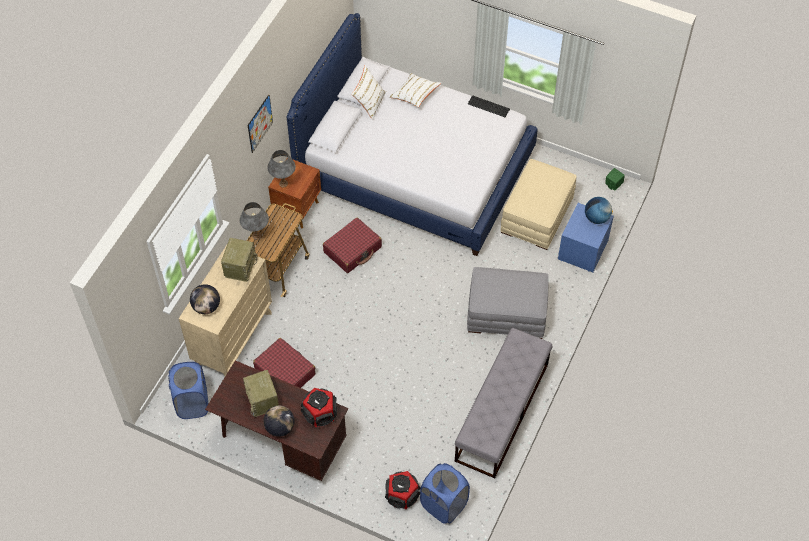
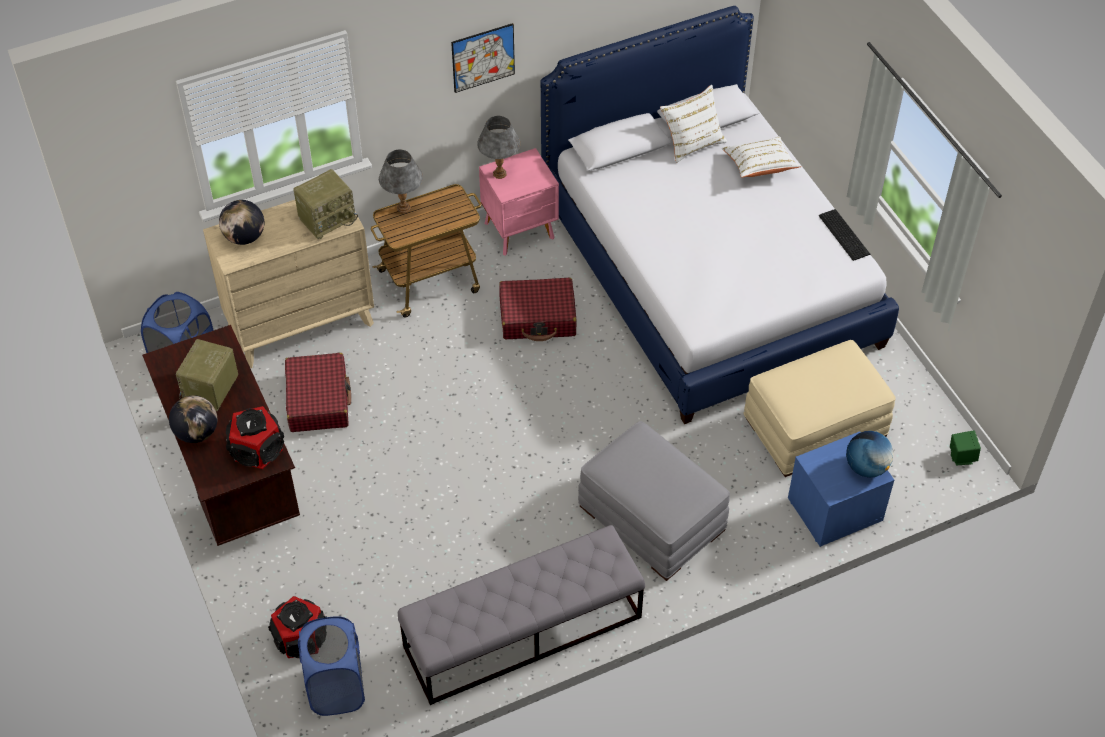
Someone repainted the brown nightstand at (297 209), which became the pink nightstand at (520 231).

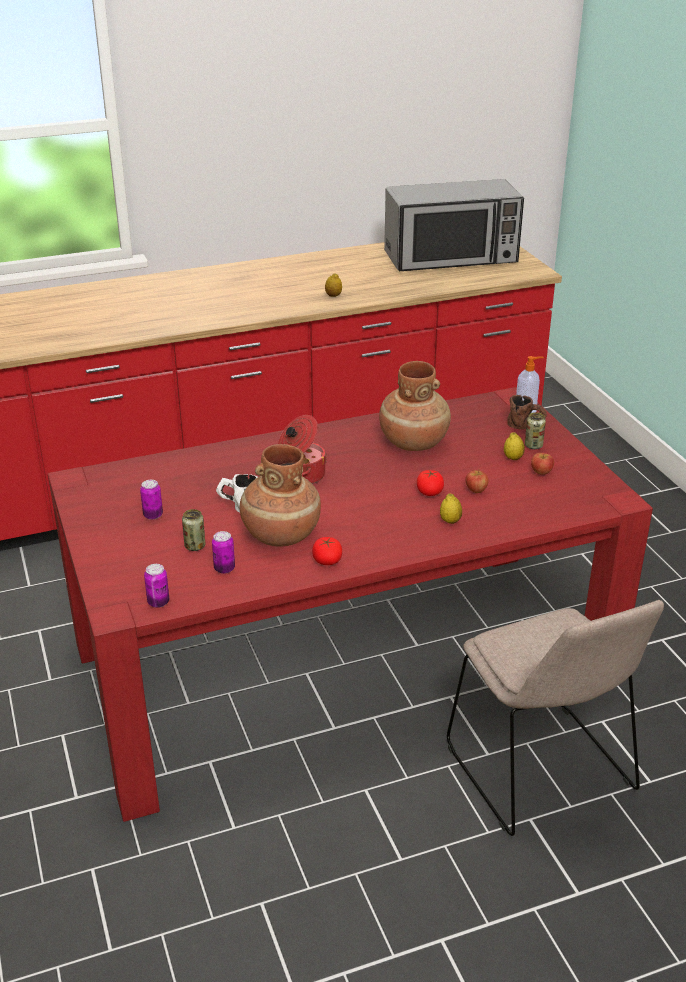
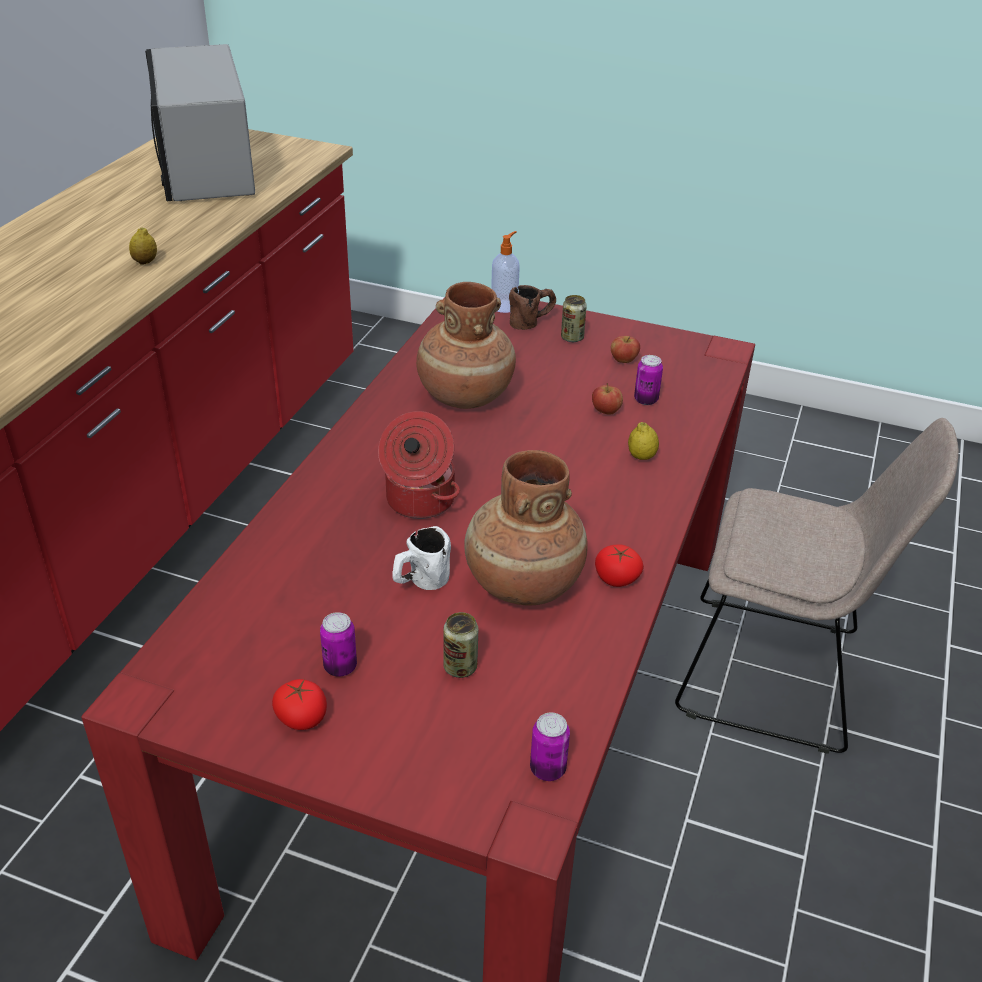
Someone rotated the microwave at (451 258) by 135 degrees clockwise.
Someone carried the fresh tomato from (429 491) to (301 717).
Someone carried the can from (224 568) to (646 400).
Someone took away the whole lemon at (513 458).

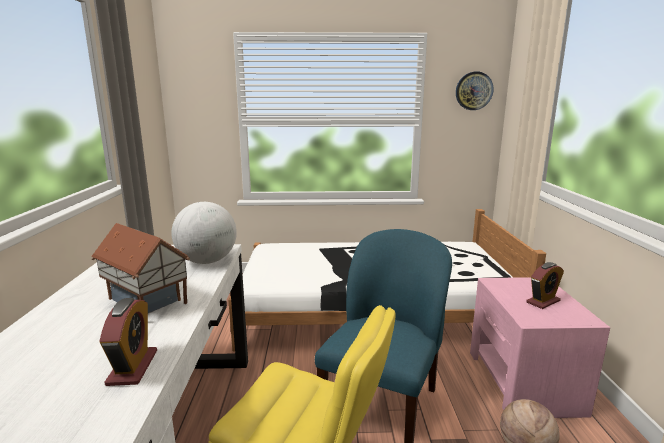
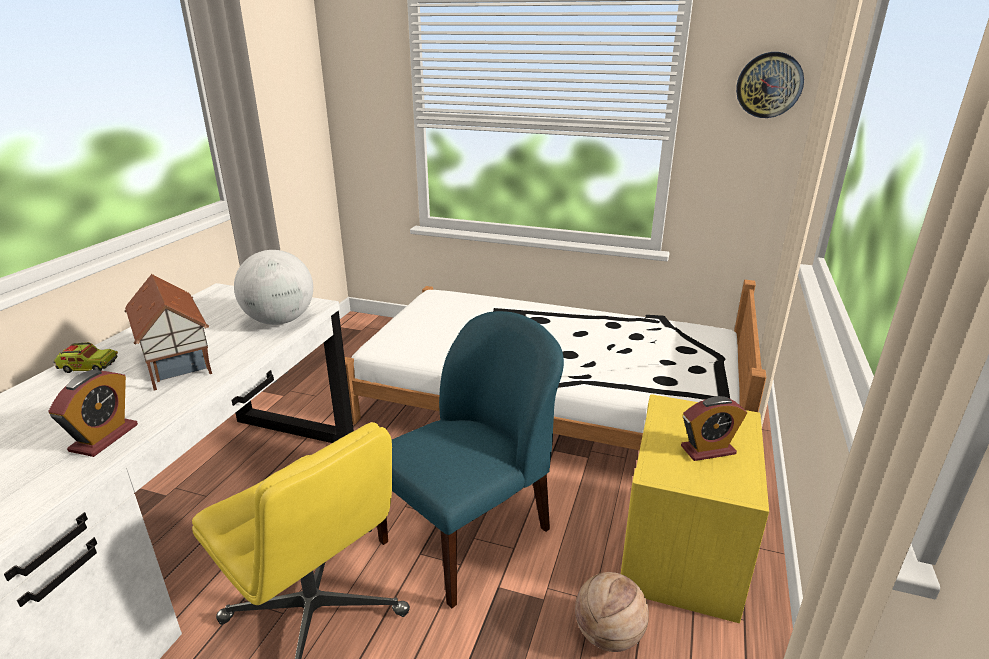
Someone put down the toy lorry at (88 367).
Someone repainted the pink nightstand at (524 381), which became the yellow nightstand at (682 550).

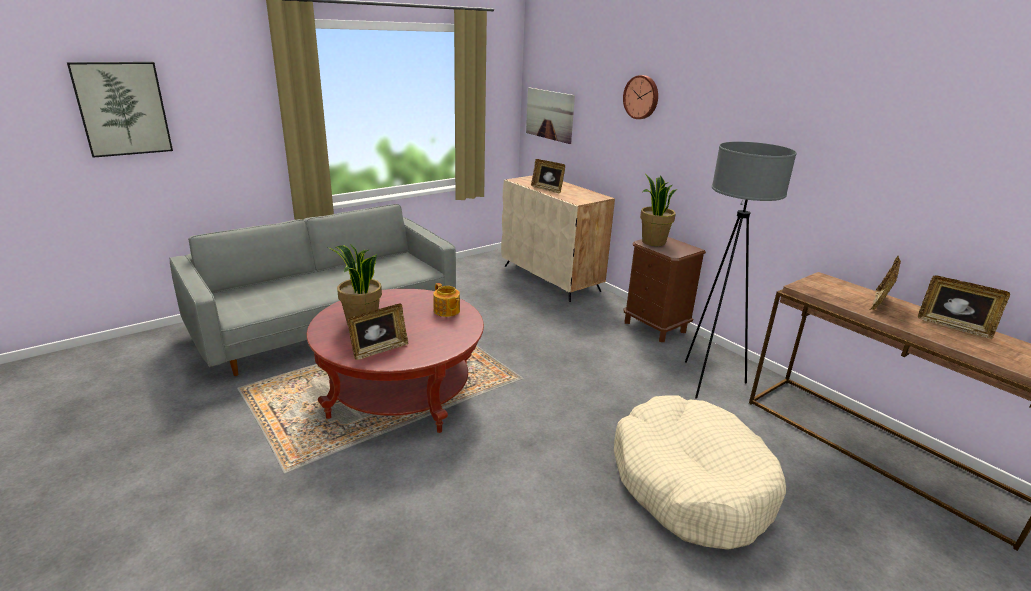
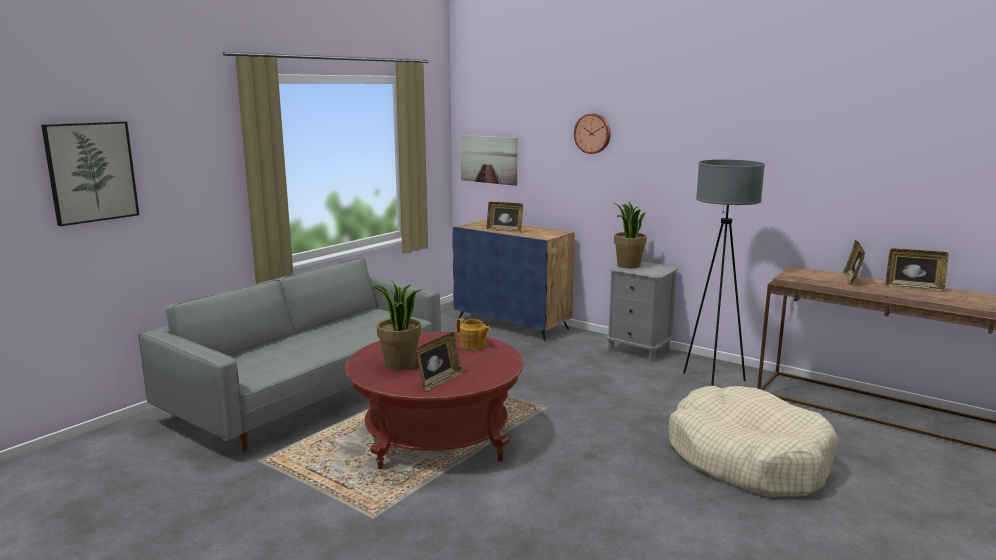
Someone repainted the beige-coloured storage cabinet at (551 278), which became the blue-coloured storage cabinet at (513 324).
Someone repainted the brown nightstand at (655 327), which became the gray nightstand at (638 350).

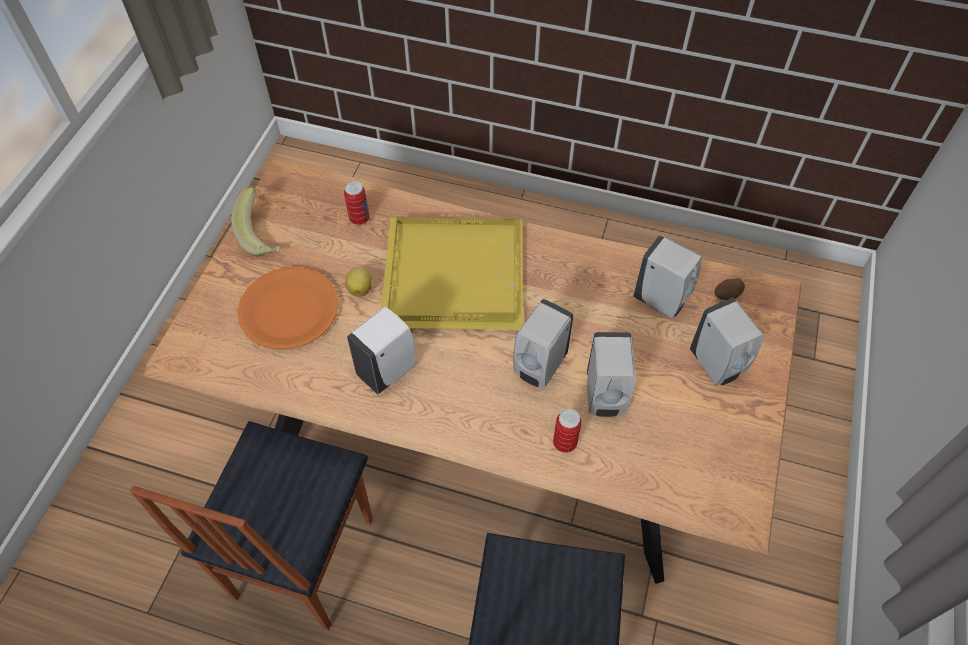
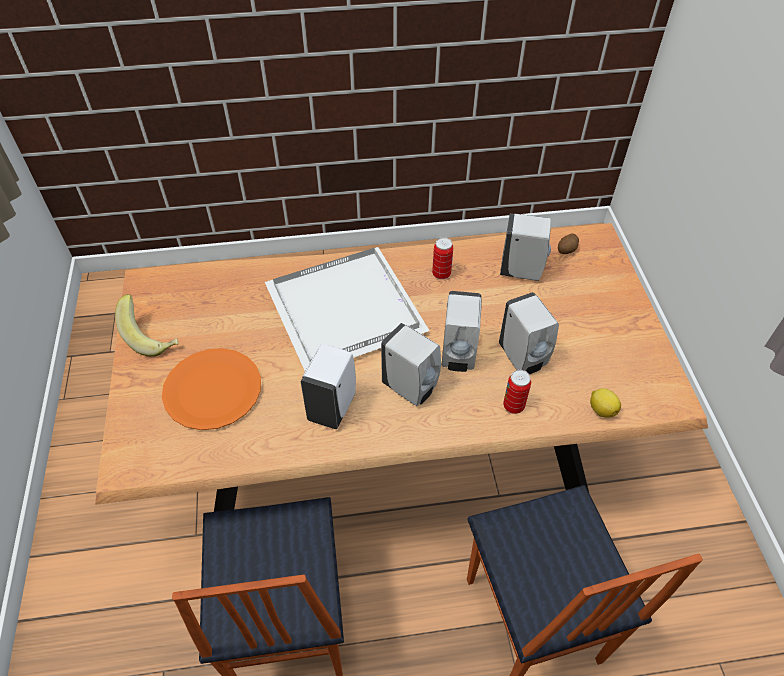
Someone repainted the yellow serving tray at (456 277), which became the white-coloured serving tray at (348 310).
Someone carried the white-coloured soap bottle from (717 366) to (411 389).
Someone carried the can from (359 219) to (441 274).
Someone carried the whole lemon from (360 289) to (601 409).

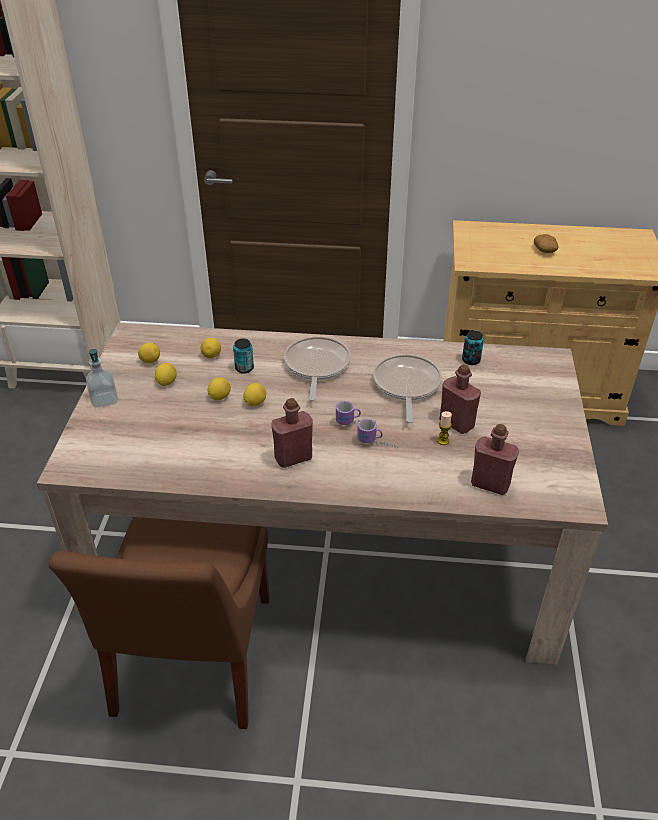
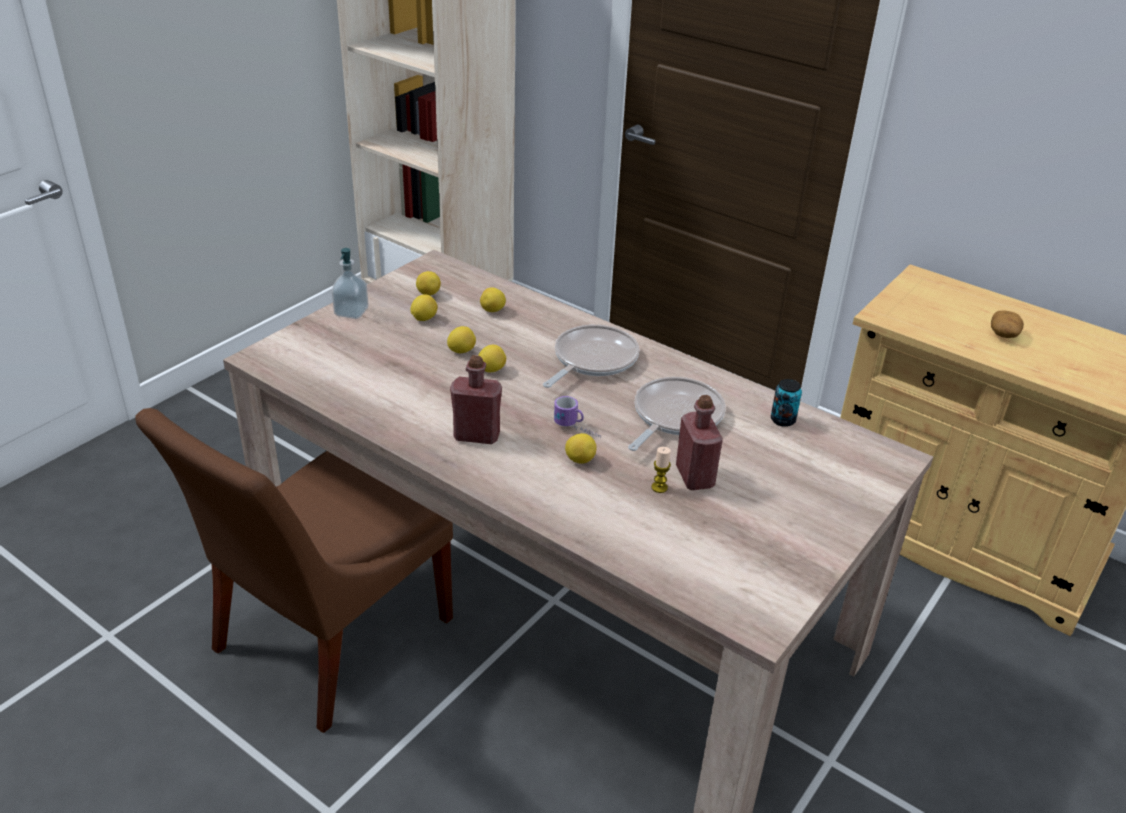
Someone swapped the tea mug at (377 444) for the whole lemon at (580 460).
Someone took away the can at (244 368).
Someone took away the reddish drink bottle at (490 484).

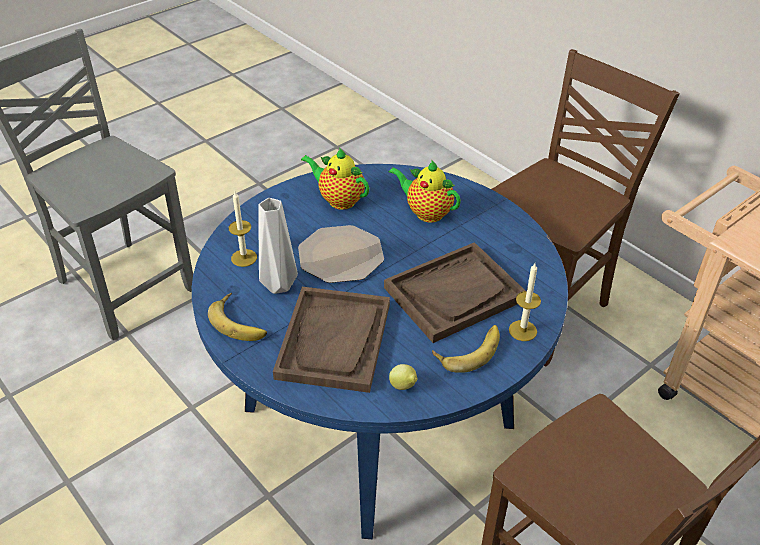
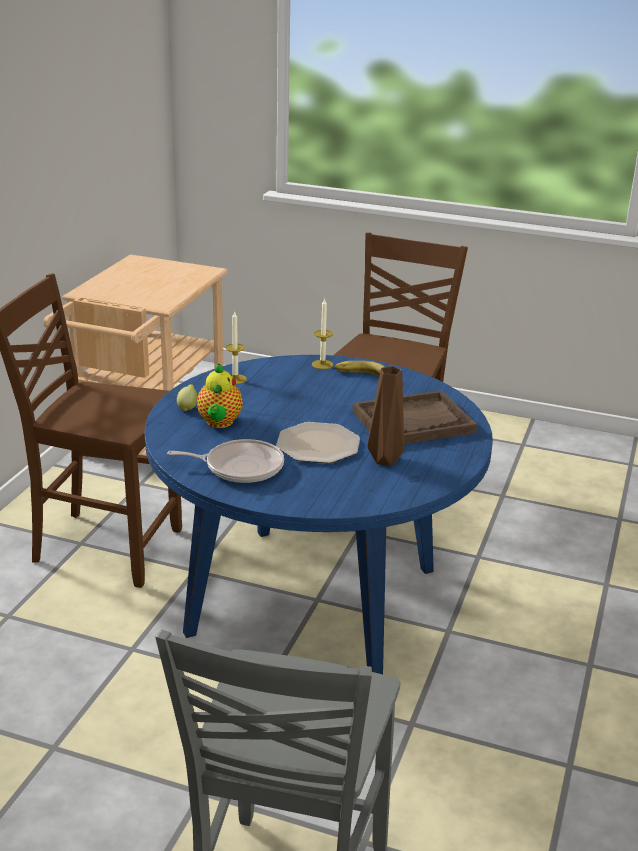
Someone swapped the pot for tea at (339 200) for the skillet at (240 467).
Someone carried the whole lemon from (403 387) to (188 407).
Someone carried the candle from (244 258) to (235 379).
Someone repainted the gray vase at (277 286), which became the brown vase at (387 460).
Someone took away the banana at (241 321).
Someone took away the brown serving tray at (454 293).

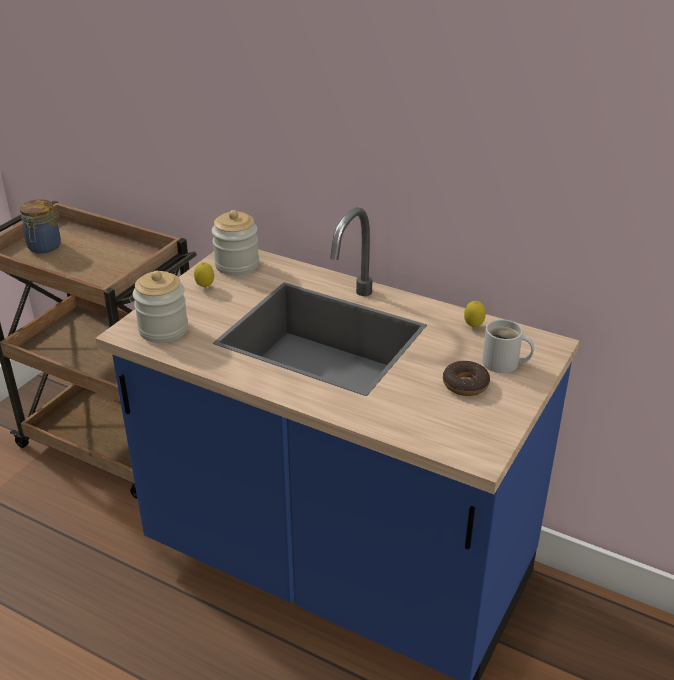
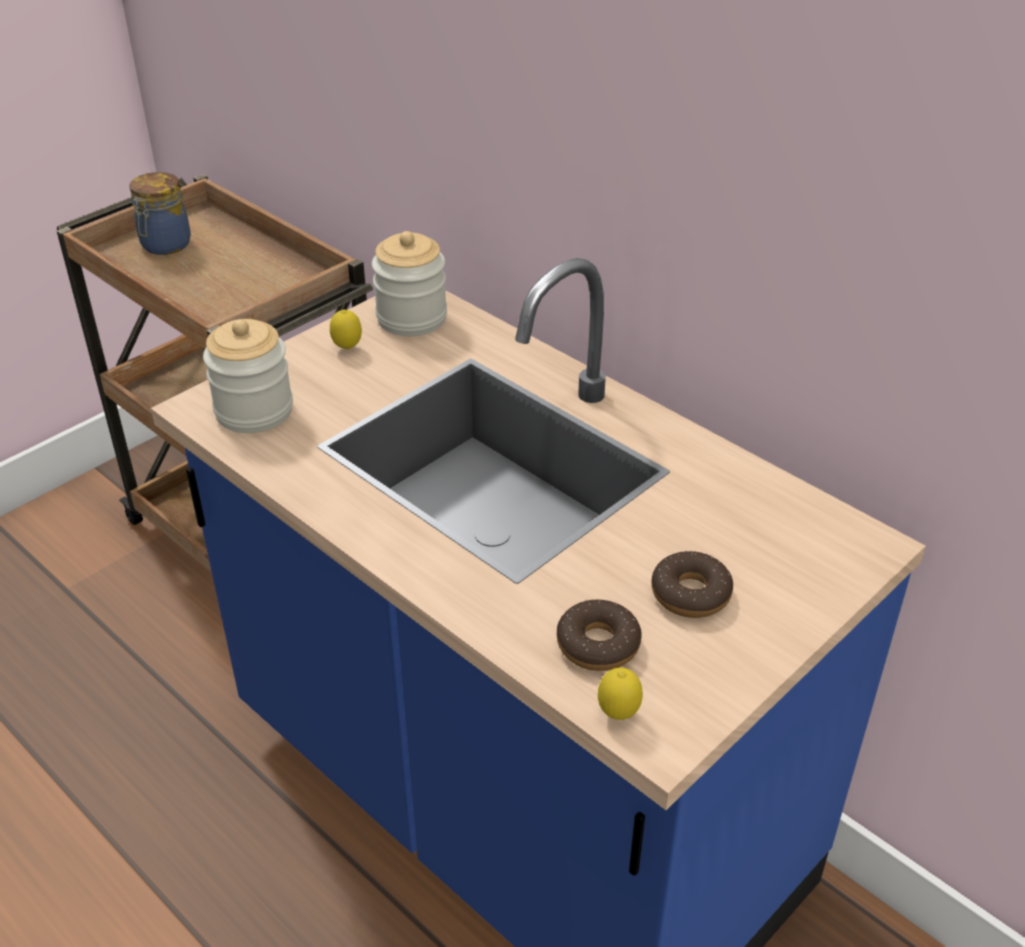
Someone put down the doughnut at (598 644).
Someone carried the whole lemon from (473 327) to (618 714).
Someone took away the white-coloured tea mug at (503 364).

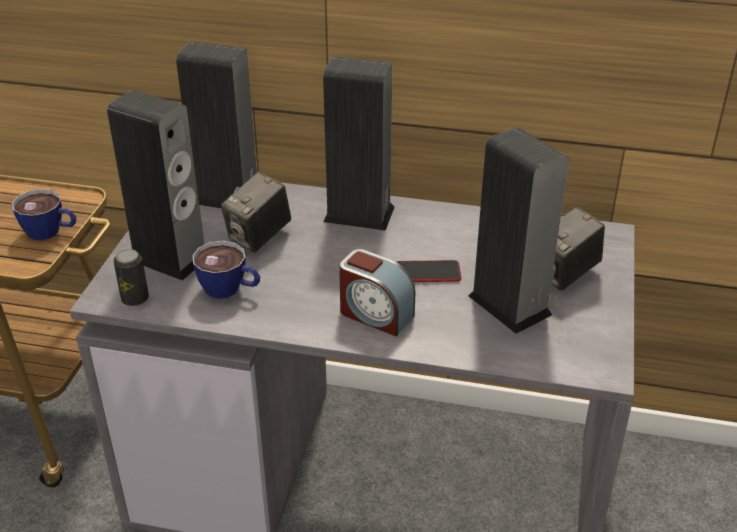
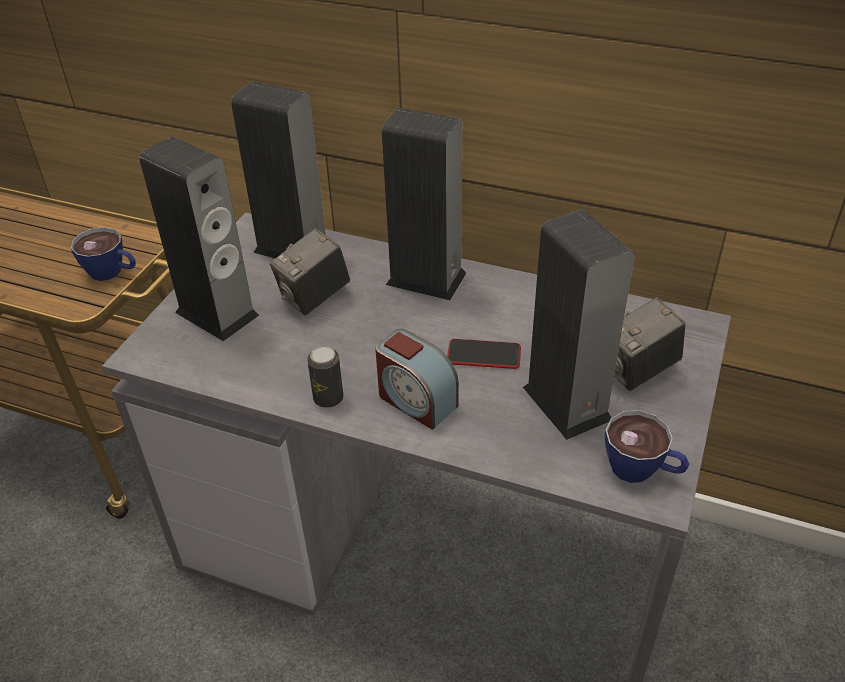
Someone carried the can from (135 299) to (328 398).
Someone carried the cup from (230 290) to (642 470).

